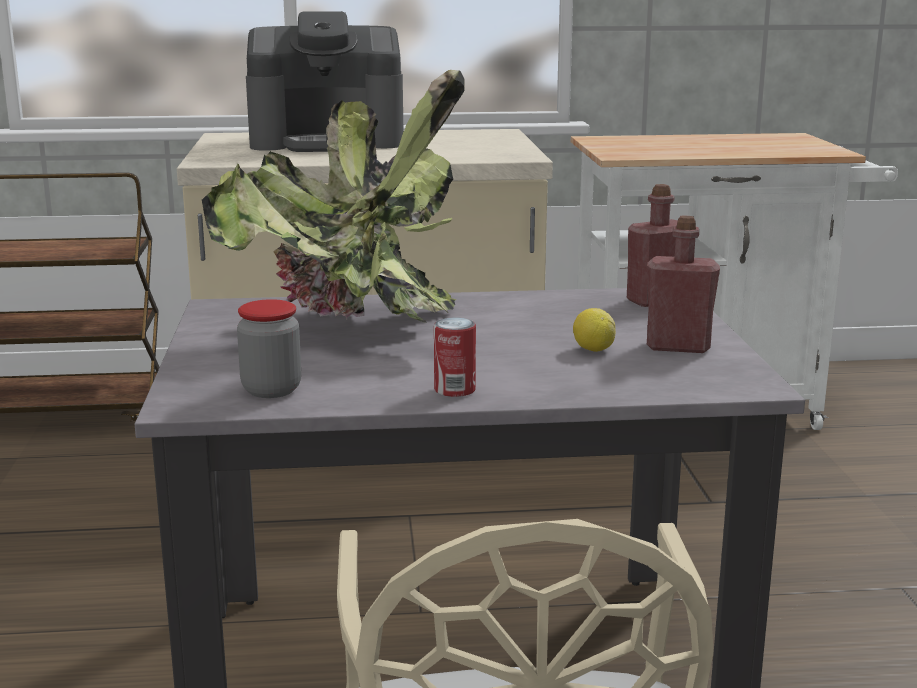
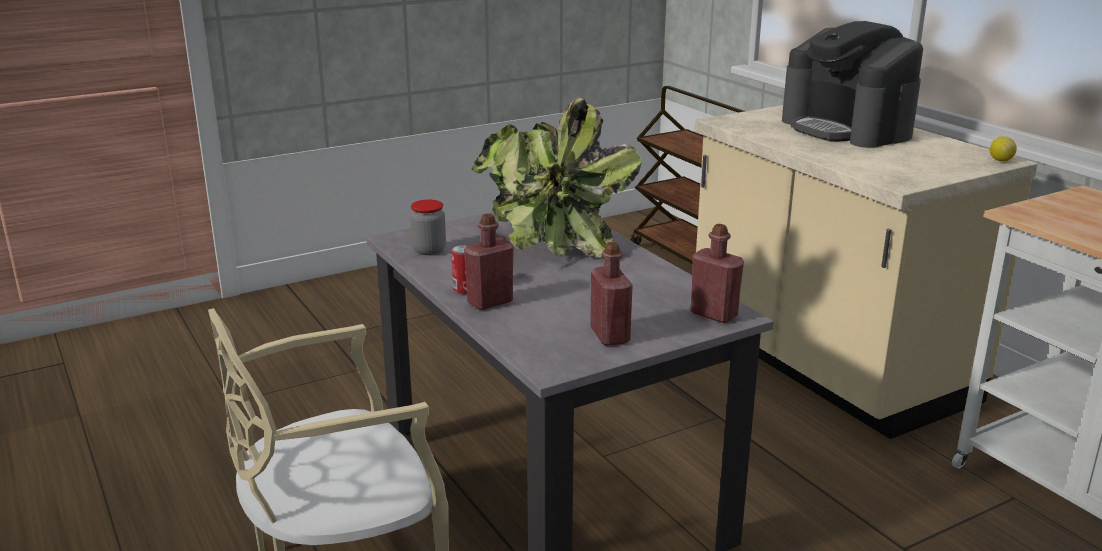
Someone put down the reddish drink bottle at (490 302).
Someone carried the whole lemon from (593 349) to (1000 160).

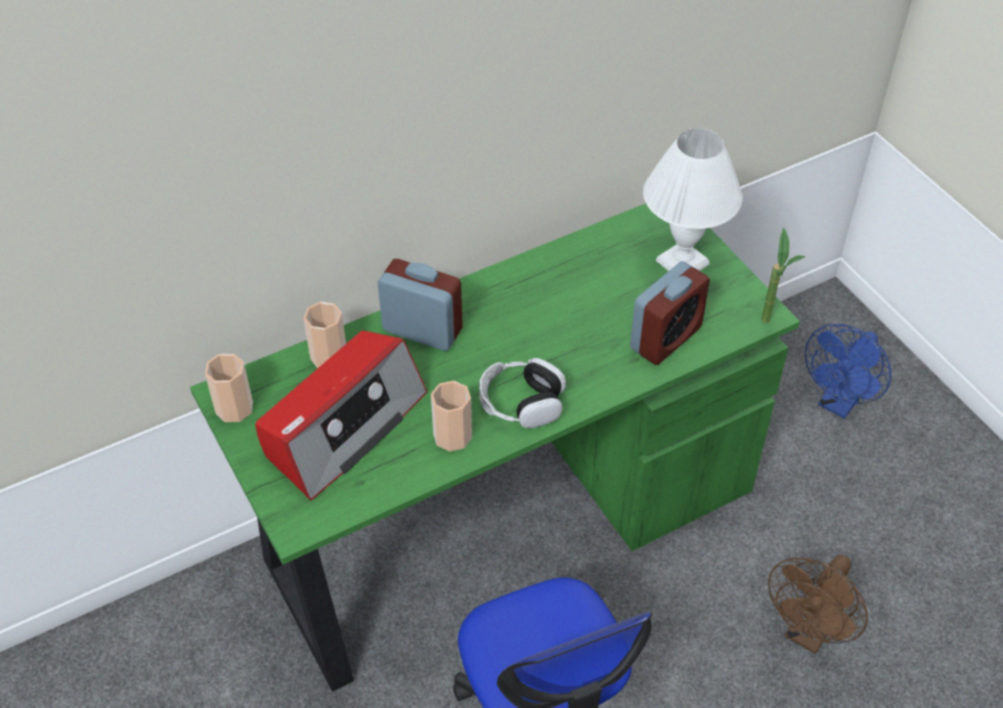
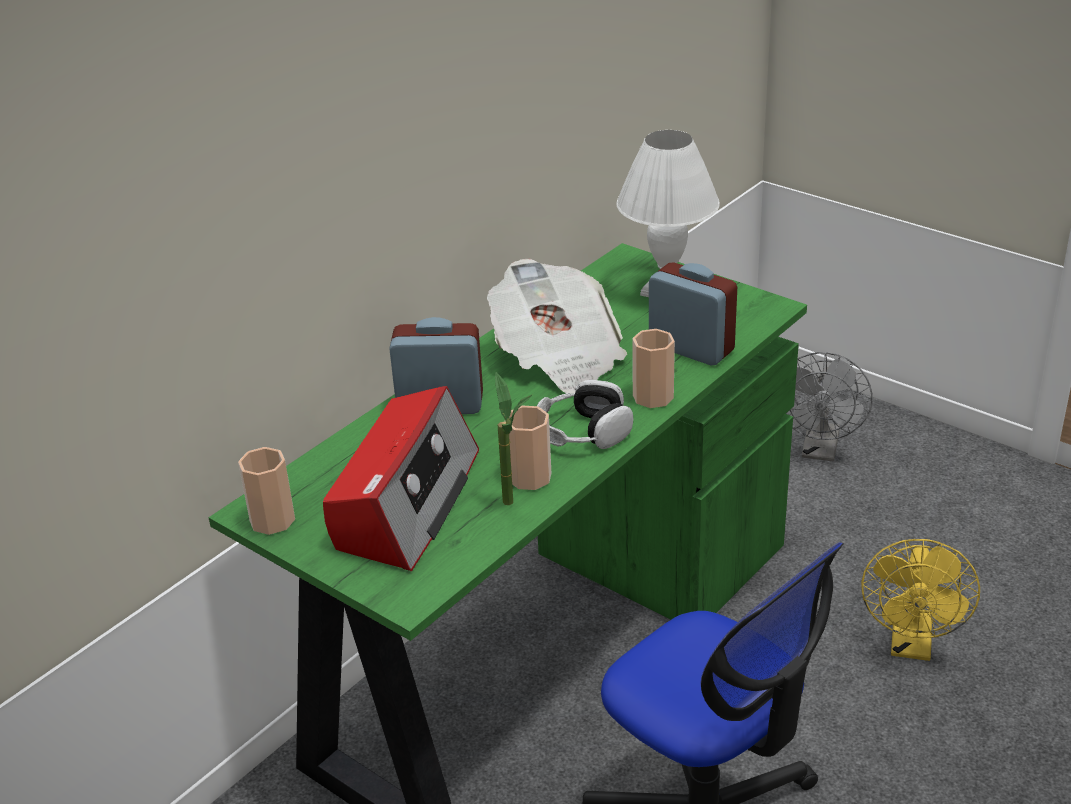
Someone put down the newspaper at (558 358).
Someone carried the houseplant from (770 326) to (515 507).
Someone carried the cup from (328 356) to (653 397).
Someone rotated the table clock at (665 338) by 75 degrees counterclockwise.
Someone repainted the blue-coloured electric fan at (839 403), which became the gray electric fan at (820 450).
Someone repainted the brown electric fan at (808 633), which became the yellow electric fan at (912 645).

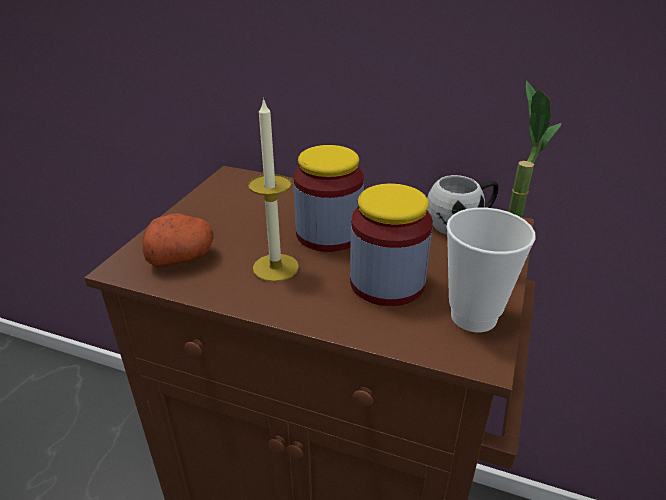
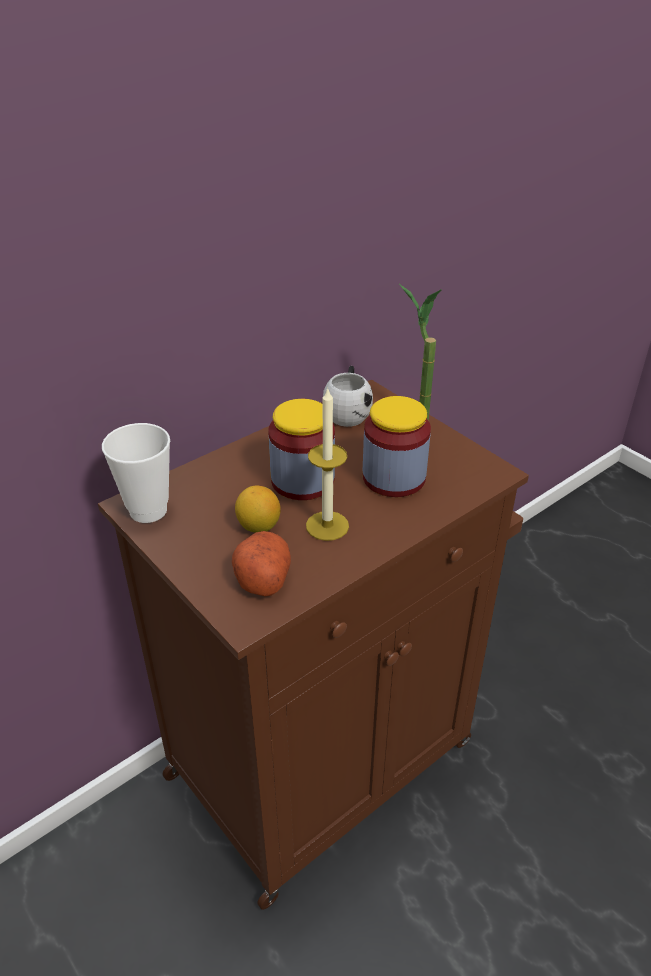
Someone carried the cup from (473 317) to (148 510).
Someone put down the whole lemon at (259 526).

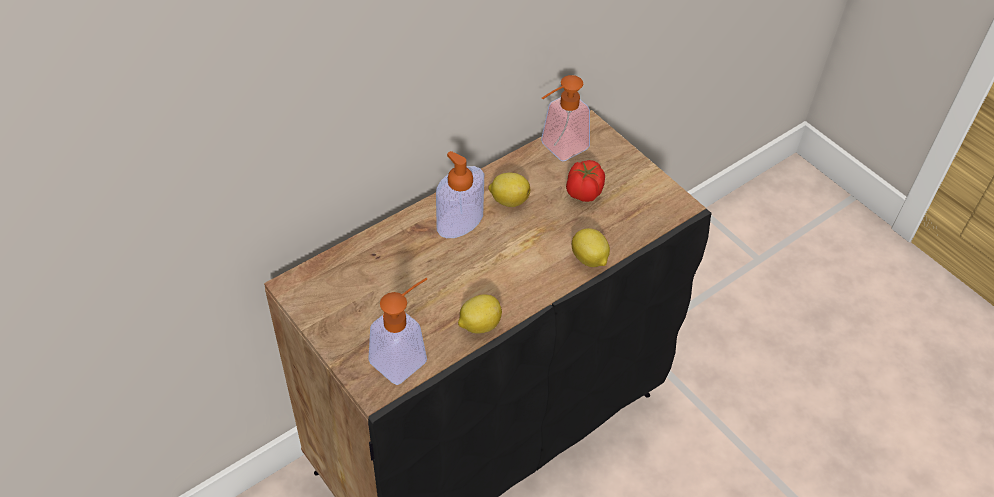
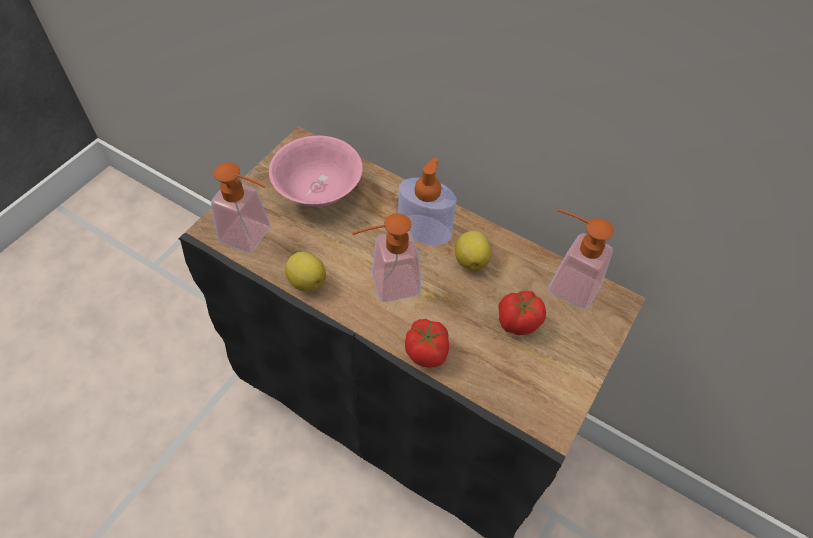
Someone put down the pink bowl at (319 191).
Someone put down the soap bottle at (386 285).
Someone swapped the whole lemon at (589 259) for the fresh tomato at (426 352).

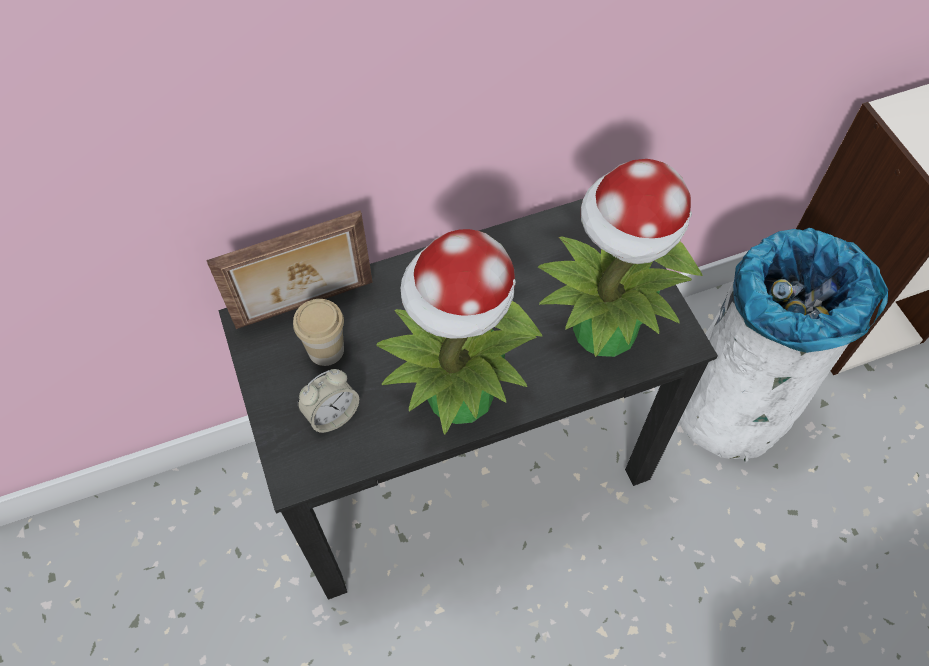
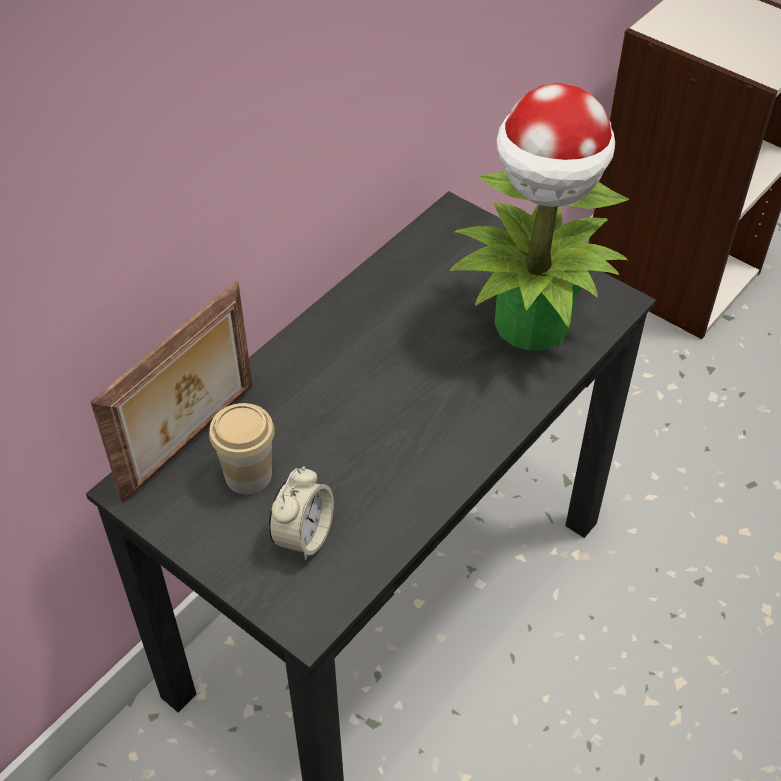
Someone took away the houseplant at (459 396).
Someone took away the white-coloured waste bin at (735 405).

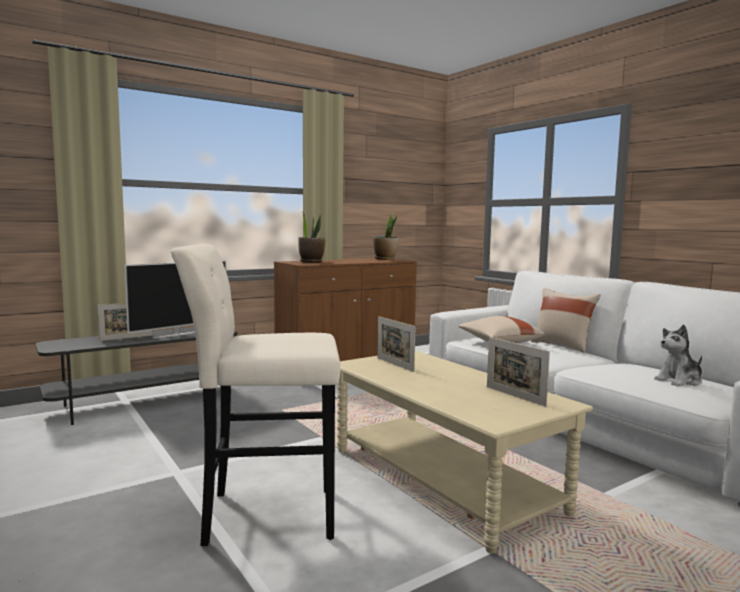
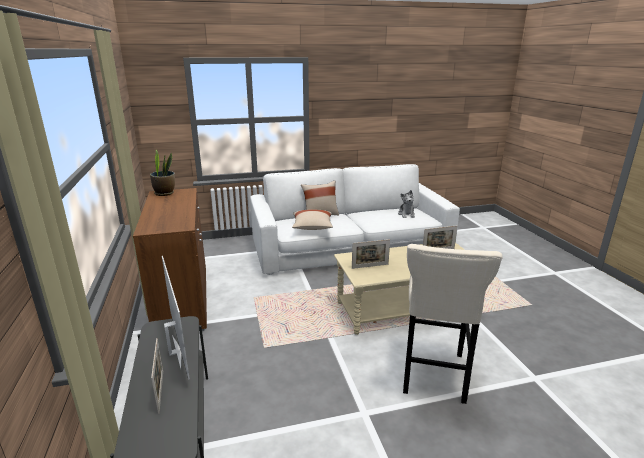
Someone took away the houseplant at (311 262).

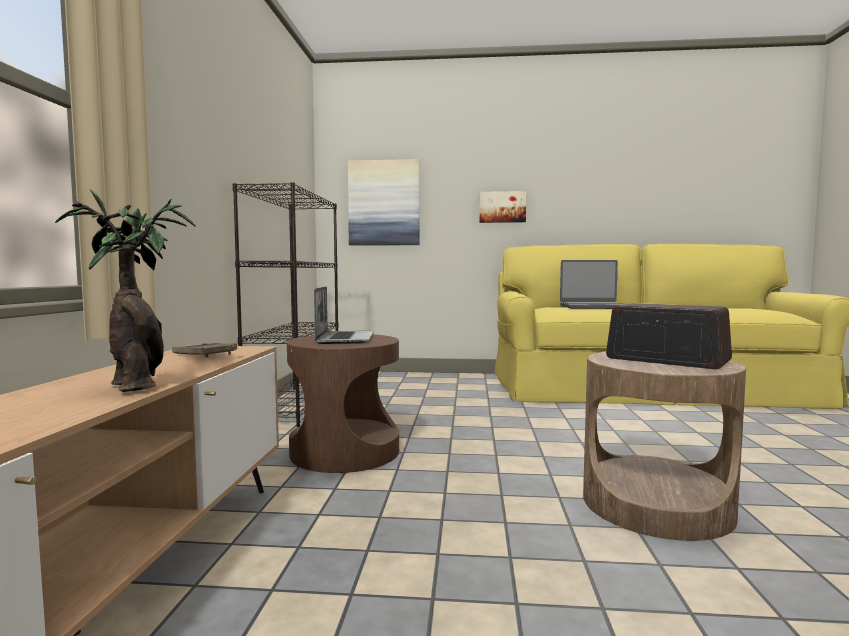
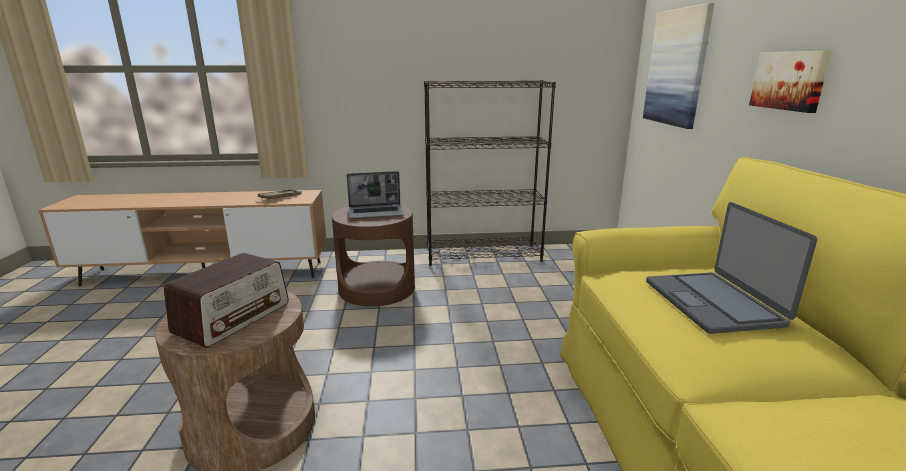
Someone took away the houseplant at (137 386).

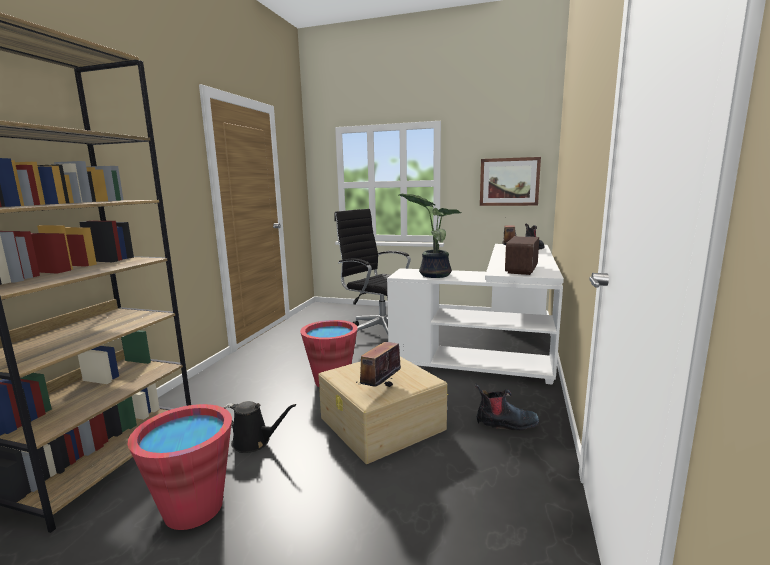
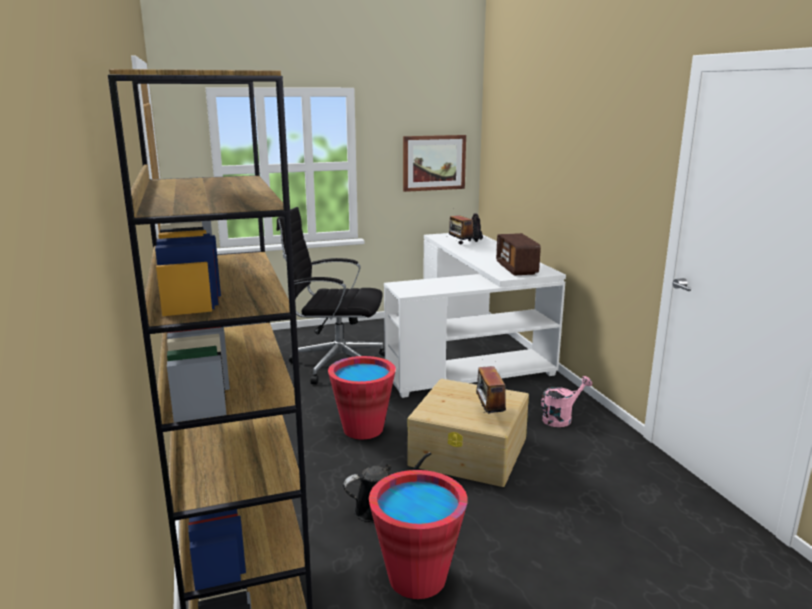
Someone swapped the high-top boot at (506 423) for the pink watering pot at (561 418).
Someone took away the houseplant at (433 274).

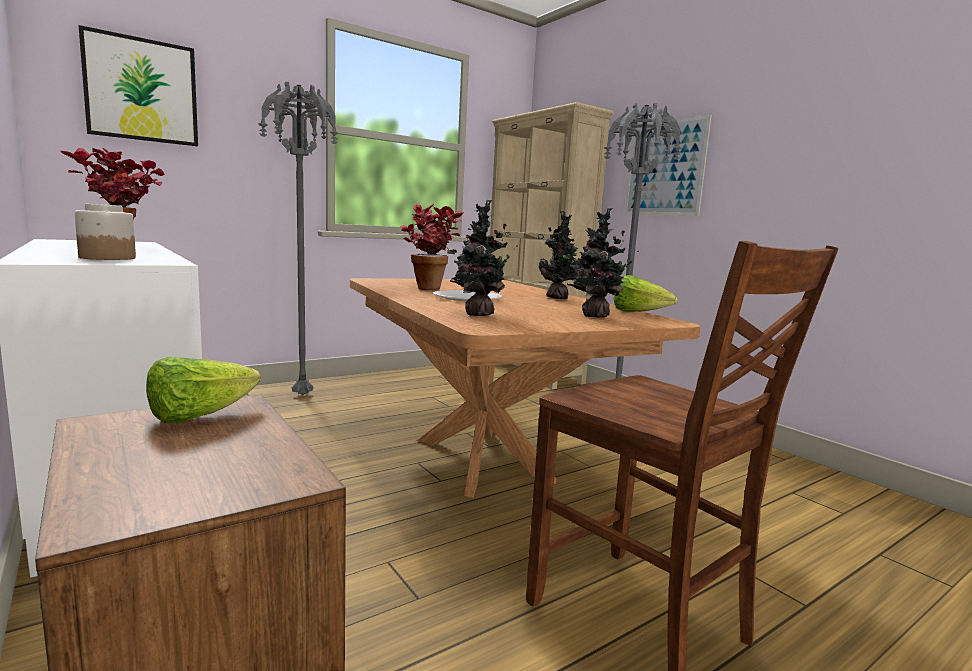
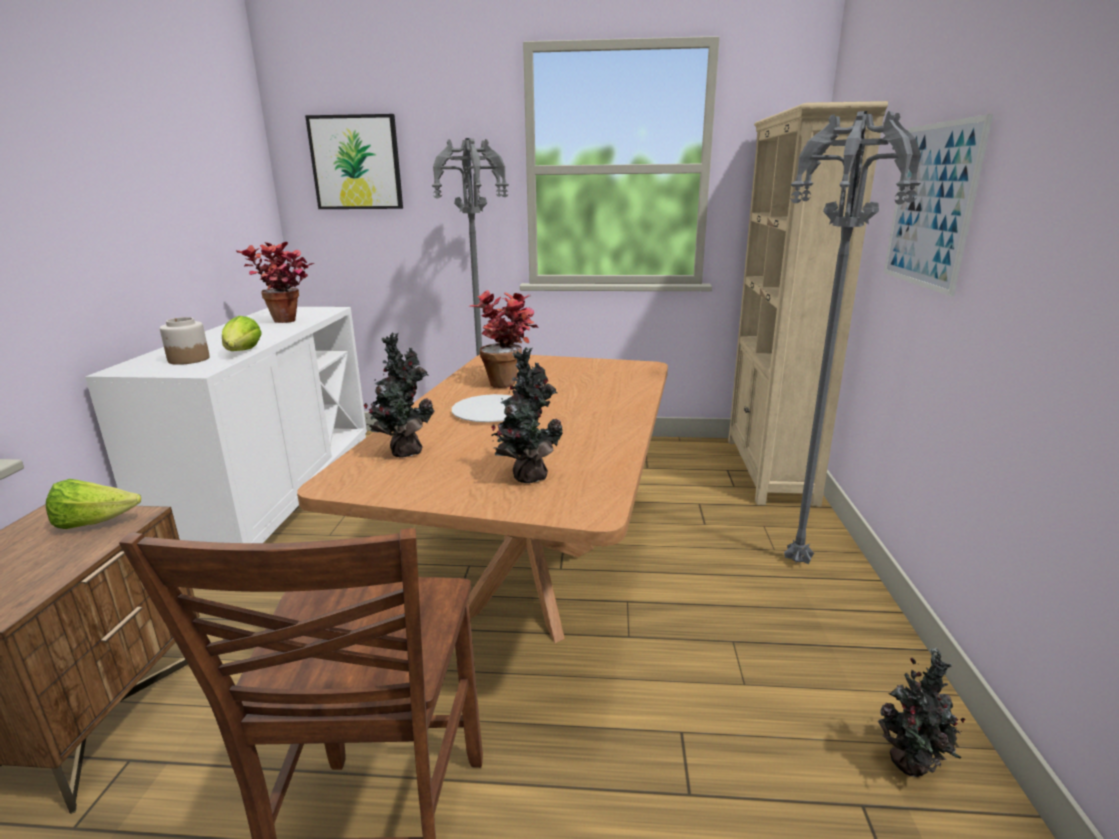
Someone carried the lettuce head from (638 313) to (242 352).
Someone carried the houseplant from (559 298) to (911 767).

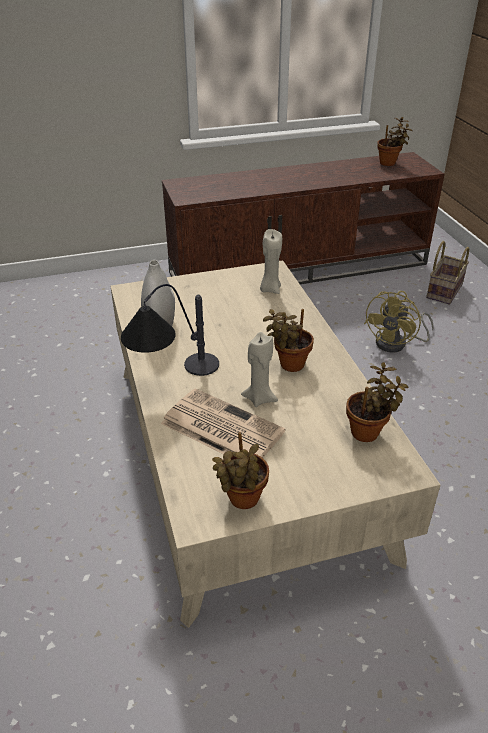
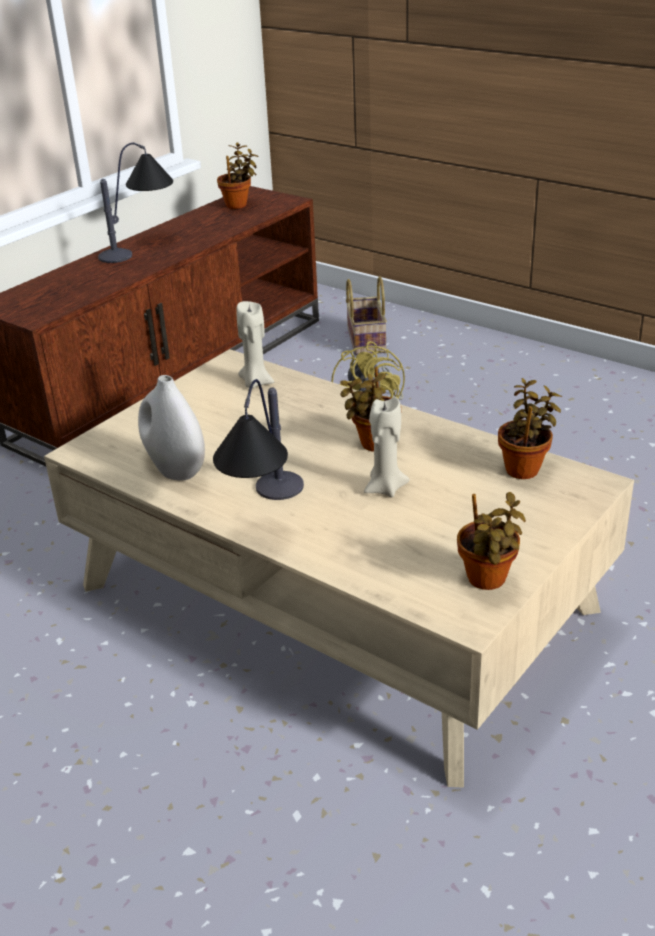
Someone put down the table lamp at (141 245).
Someone took away the newspaper at (220 427).

